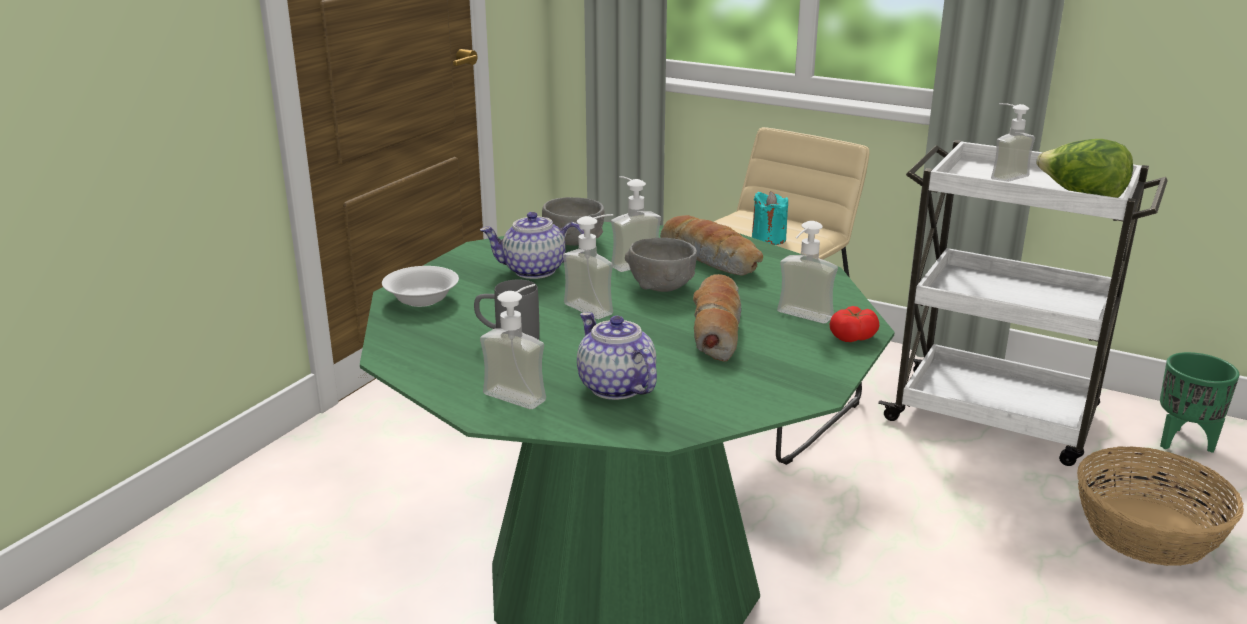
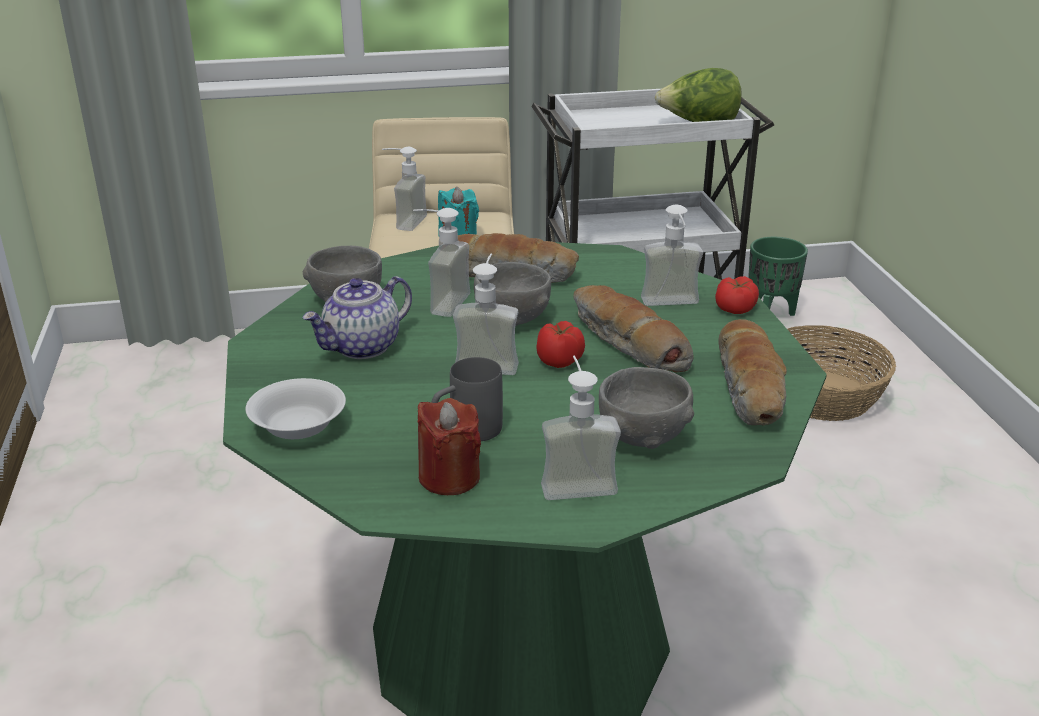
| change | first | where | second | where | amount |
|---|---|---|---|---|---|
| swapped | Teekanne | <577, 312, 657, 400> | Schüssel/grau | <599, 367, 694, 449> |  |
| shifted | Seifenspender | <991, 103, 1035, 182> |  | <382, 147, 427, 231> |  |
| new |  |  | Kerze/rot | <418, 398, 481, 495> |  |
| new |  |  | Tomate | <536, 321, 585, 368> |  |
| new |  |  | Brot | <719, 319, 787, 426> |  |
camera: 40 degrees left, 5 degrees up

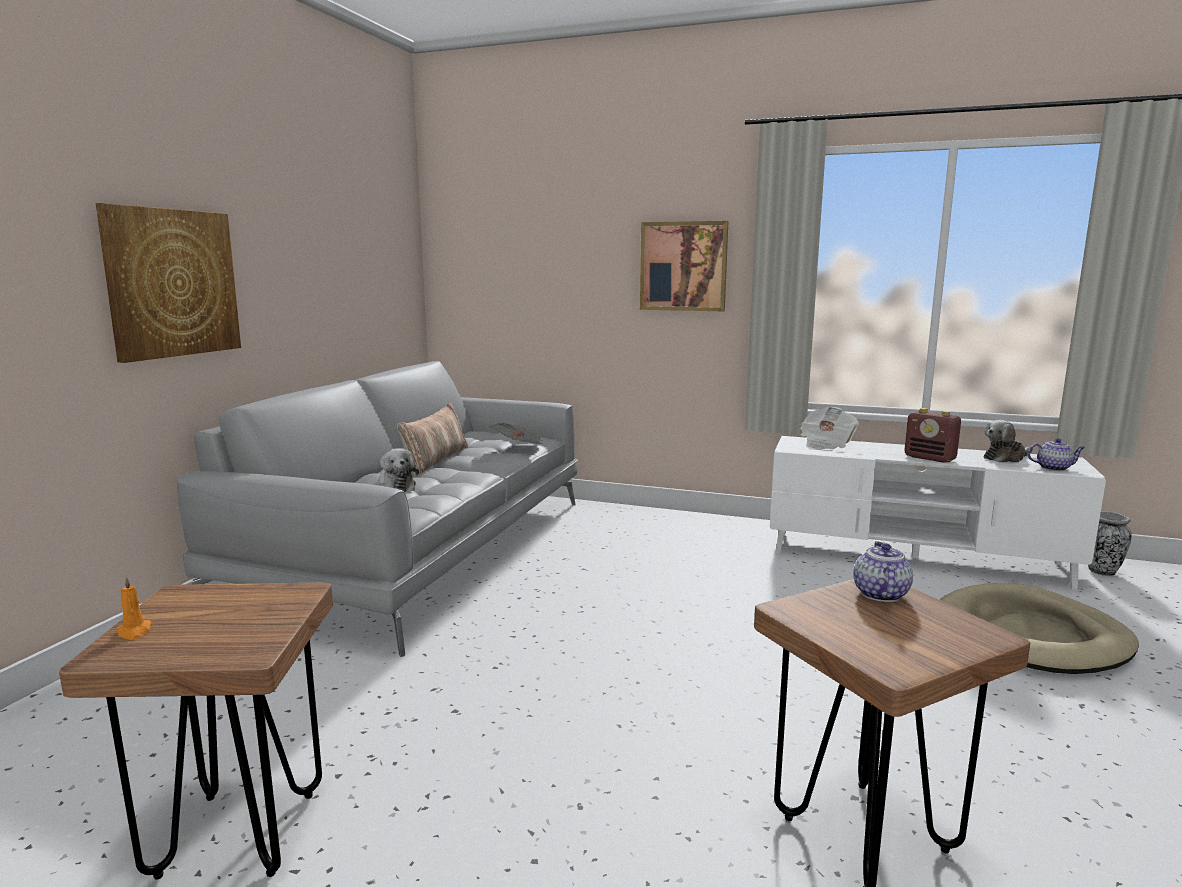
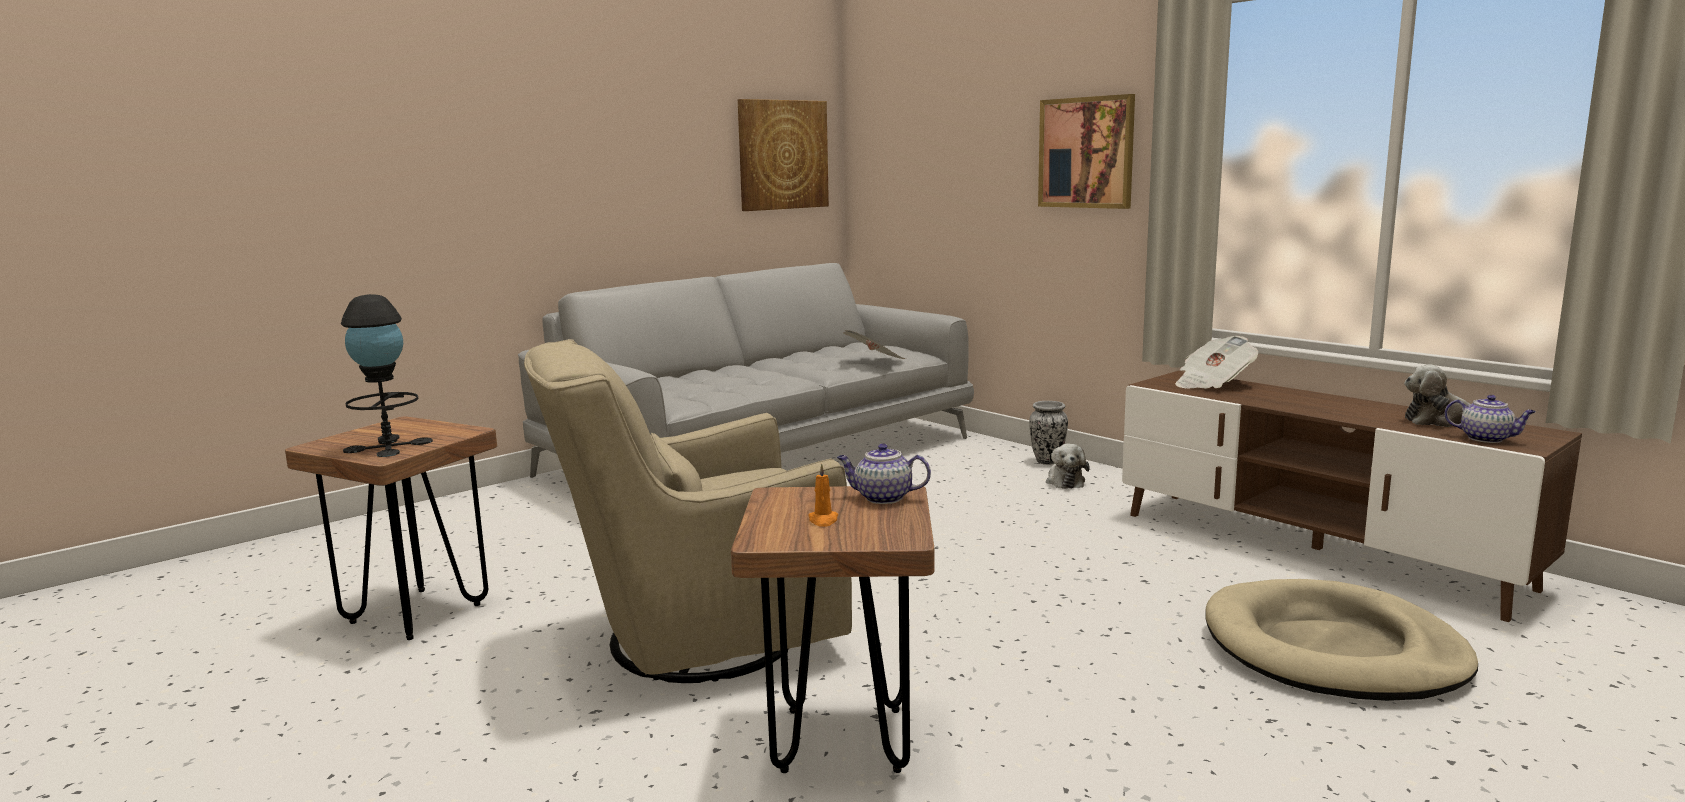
| change | first | where | second | where | amount |
|---|---|---|---|---|---|
| shifted | Bild | <96, 203, 241, 363> |  | <738, 99, 829, 211> |  |
| shifted | Kerze/orange | <117, 576, 151, 640> |  | <809, 463, 838, 527> |  |
| shifted | Plüschtier | <378, 448, 419, 492> |  | <1046, 444, 1090, 489> |  |
| gone | Kissen | <397, 403, 468, 476> |  |  |  |
| repainted | Fernsehschrank/weiß | <770, 436, 1106, 590> | Fernsehschrank/braun | <1122, 371, 1582, 622> |  |
| rotated | Teekanne | <853, 541, 913, 602> |  | <837, 444, 931, 504> | 120 degrees counterclockwise |
| gone | Radio | <904, 408, 961, 463> |  |  |  |
| shifted | Vase | <1088, 511, 1132, 576> |  | <1029, 401, 1068, 465> |  |
| new |  |  | Tischlampe/schwarz | <341, 294, 433, 457> |  |
| new |  |  | Sessel/beige | <524, 339, 852, 683> |  |
camera: 30 degrees right, 0 degrees up

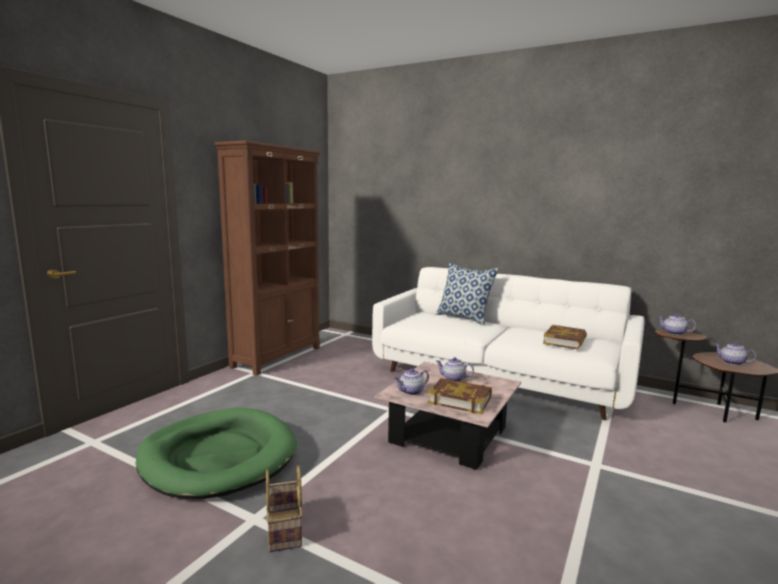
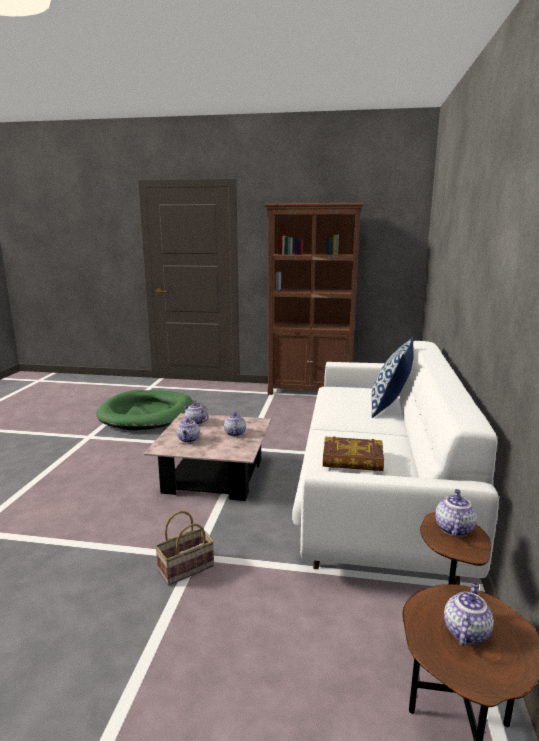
| change | first | where | second | where | amount |
|---|---|---|---|---|---|
| shifted | Korb | <266, 465, 303, 552> |  | <155, 511, 214, 585> |  |
| swapped | Buch | <428, 378, 492, 414> | Teekanne | <177, 417, 200, 443> |  |
camera: 70 degrees right, 5 degrees up

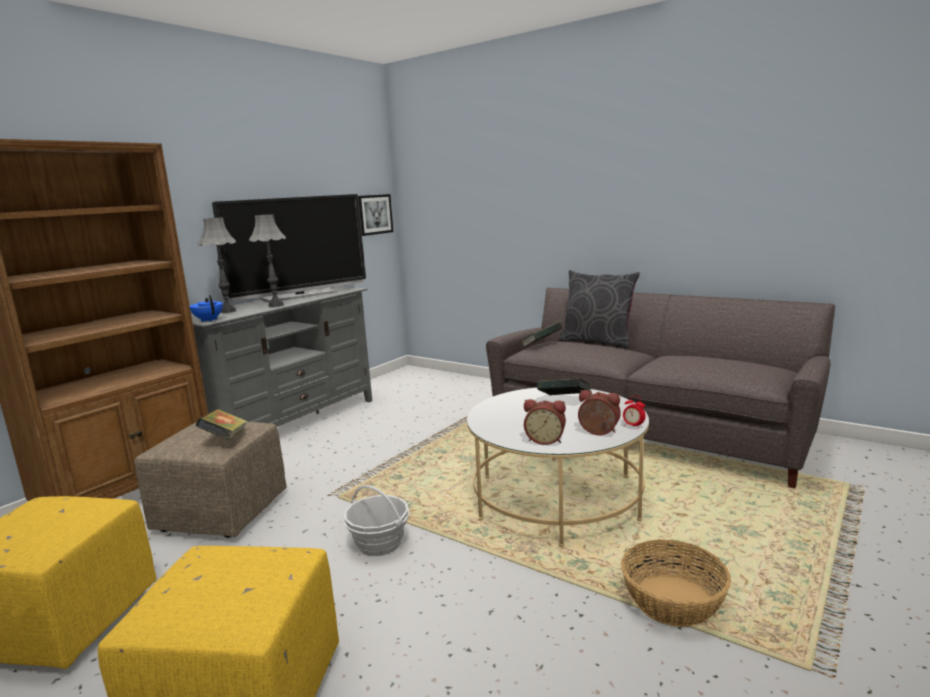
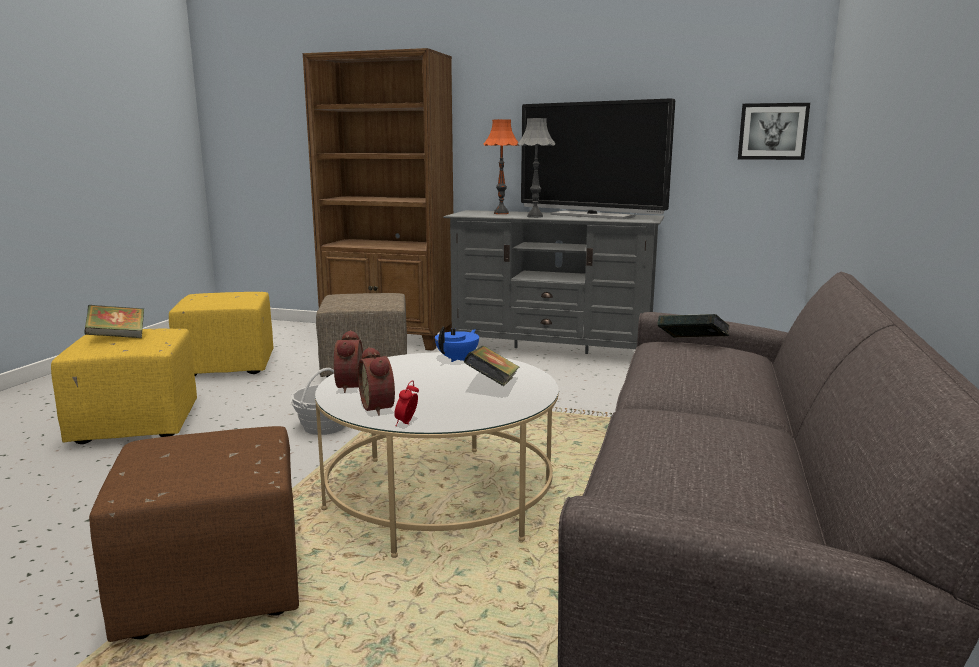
| change | first | where | second | where | amount |
|---|---|---|---|---|---|
| shifted | Teekanne/blau | <190, 295, 223, 322> |  | <435, 326, 479, 362> |  |
| shifted | Buch | <196, 409, 248, 440> |  | <84, 305, 144, 338> |  |
| repainted | Tischlampe/grau | <197, 218, 237, 313> | Tischlampe/orange | <484, 119, 518, 214> |  |
| gone | Kissen/grau | <558, 270, 640, 349> |  |  |  |
| rotated | Wecker | <578, 390, 621, 435> |  | <358, 347, 395, 416> | 150 degrees clockwise |
| swapped | Korb | <621, 540, 731, 627> | Polsterhocker/braun | <89, 426, 299, 642> |  |
camera: 70 degrees right, 0 degrees up

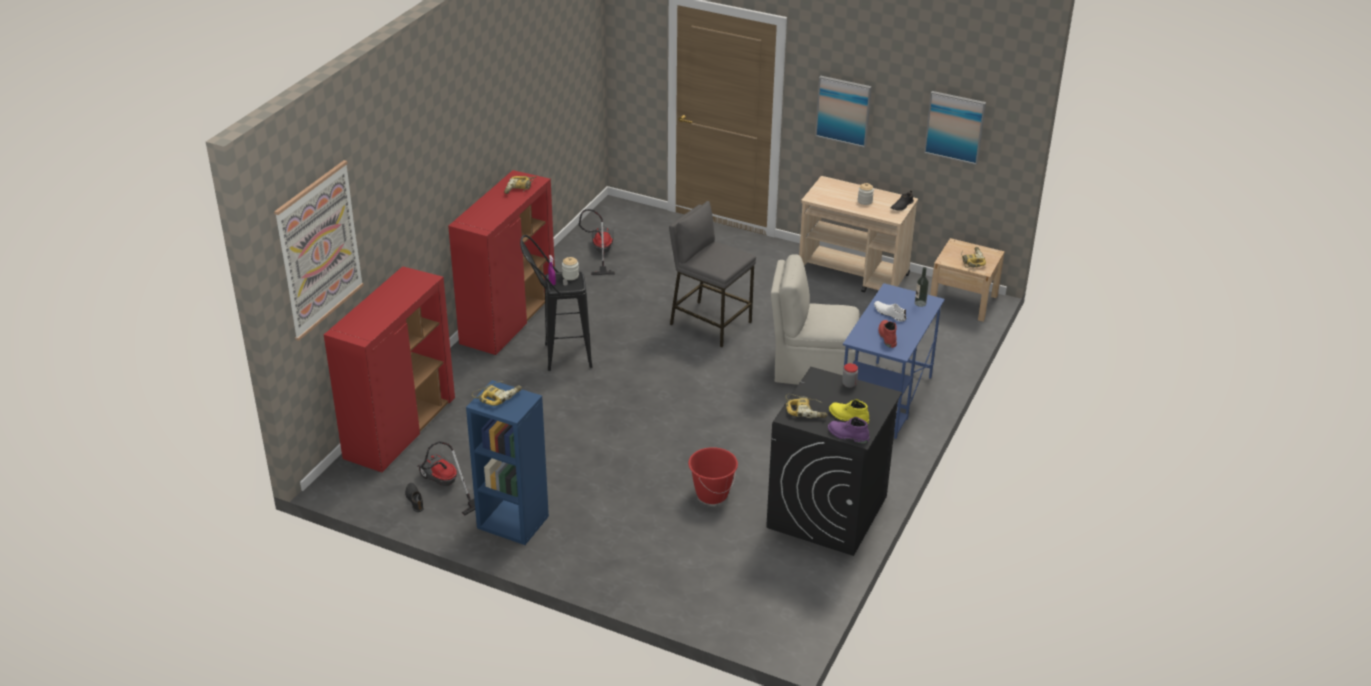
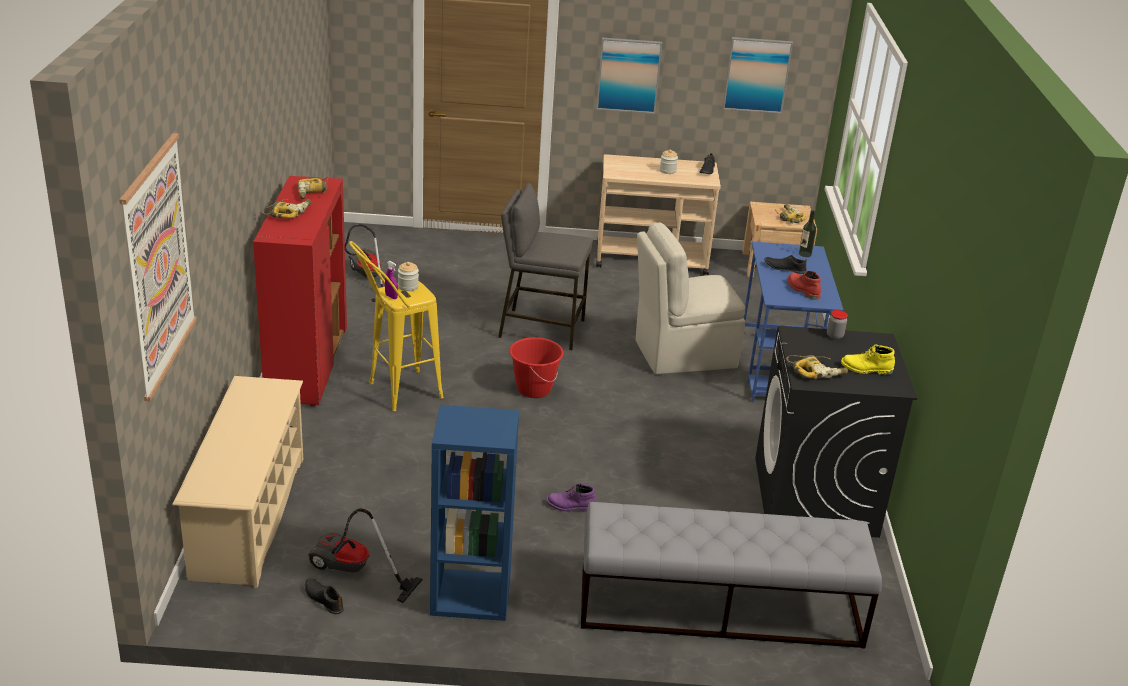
| change | first | where | second | where | amount |
|---|---|---|---|---|---|
| swapped | Schrank/rot | <324, 266, 455, 472> | Schuhregal/beige | <172, 376, 303, 588> |  |
| shifted | Bohrmaschine | <471, 381, 522, 406> |  | <262, 199, 311, 218> |  |
| repainted | Hocker/schwarz | <520, 235, 593, 371> | Hocker/gelb | <349, 241, 443, 411> |  |
| shifted | Eimer/rot | <688, 447, 738, 504> |  | <509, 337, 564, 398> |  |
| shifted | Stiefel/lila | <828, 417, 869, 444> |  | <546, 483, 597, 512> |  |
| repainted | Schuh/weiß | <874, 301, 906, 322> | Schuh/schwarz | <764, 255, 807, 274> |  |
| new |  |  | Bank/grau | <581, 502, 882, 649> |  |
camera: 25 degrees left, 5 degrees down

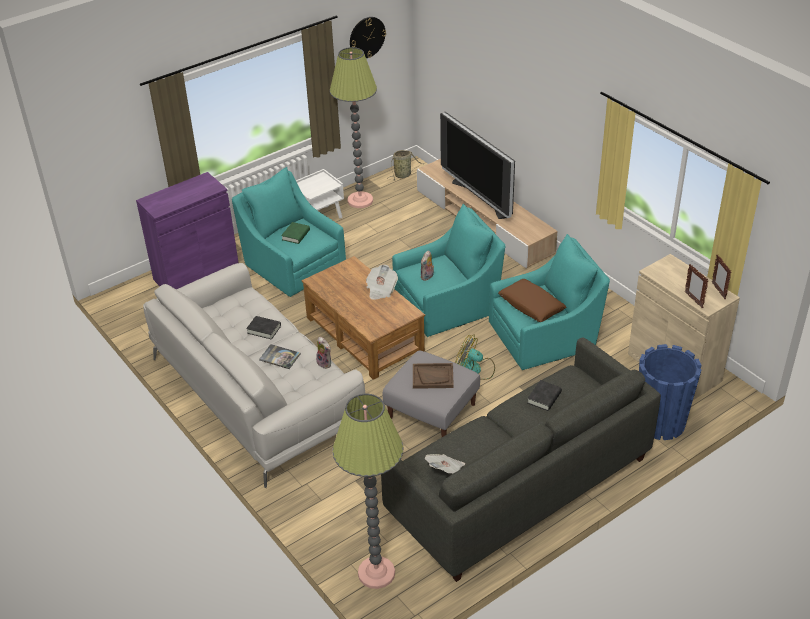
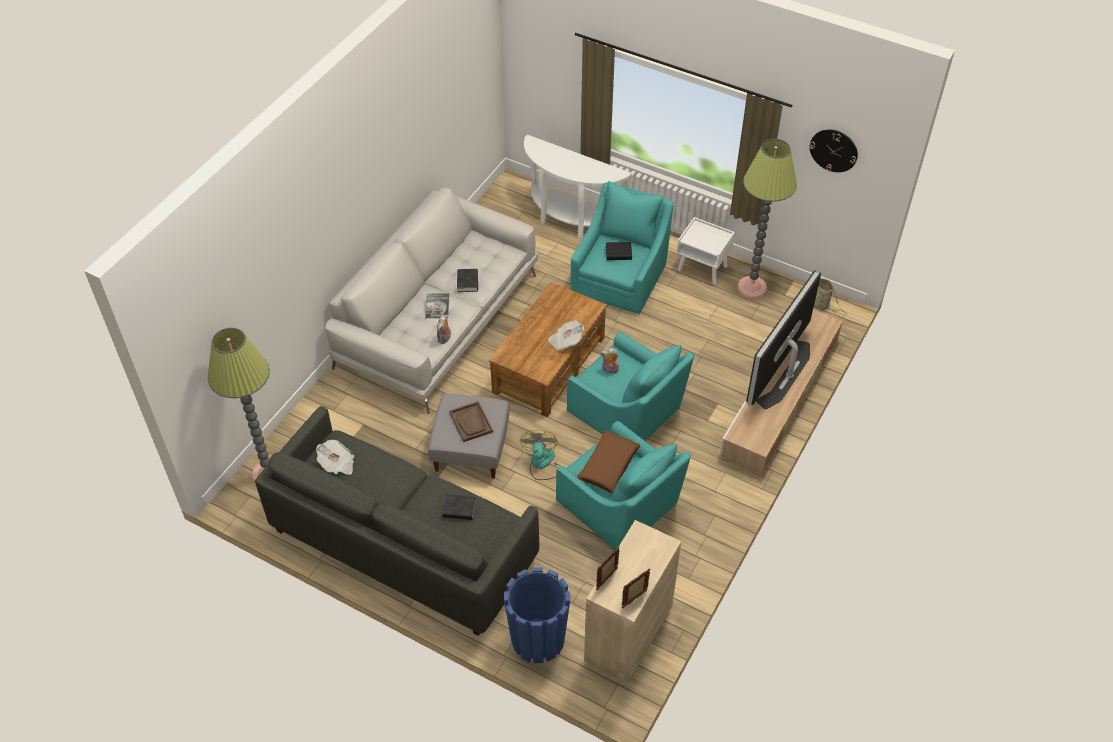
| change | first | where | second | where | amount |
|---|---|---|---|---|---|
| swapped | Schrank/lila | <136, 172, 239, 289> | Konsolentisch/weiß | <524, 135, 631, 238> |  |
| repainted | Buch/grün | <281, 222, 310, 244> | Buch/schwarz | <606, 242, 632, 260> |  |
camera: 65 degrees right, 10 degrees up

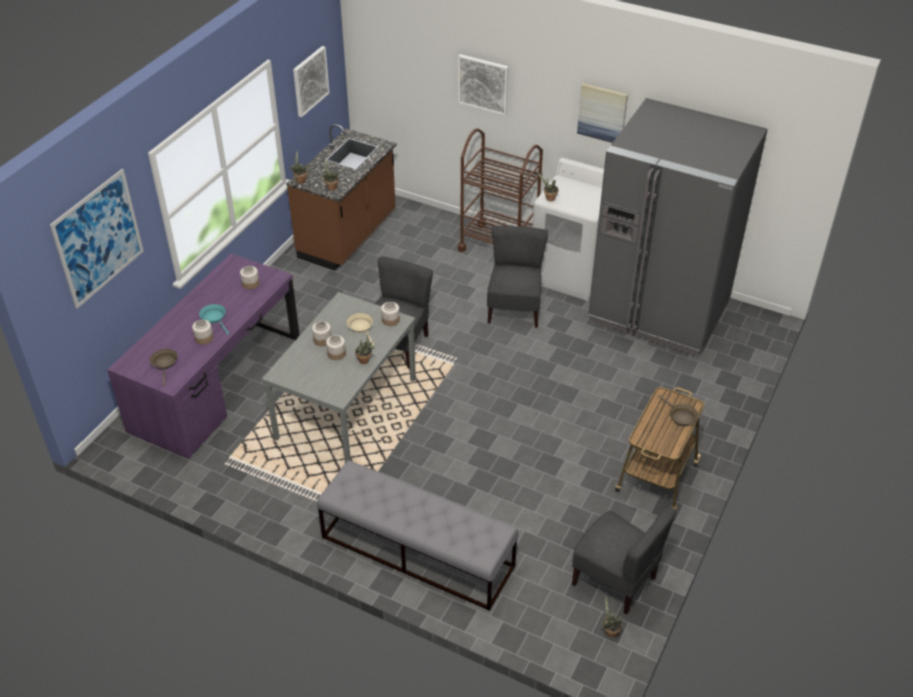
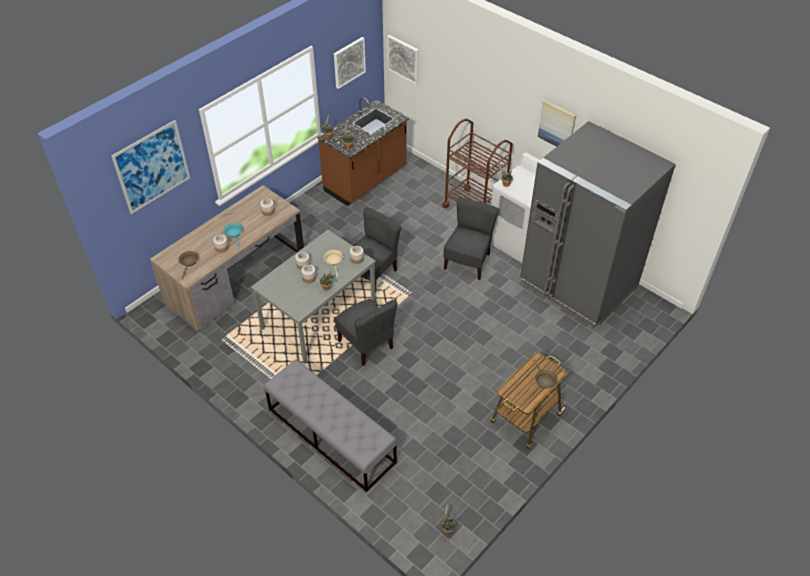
| change | first | where | second | where | amount |
|---|---|---|---|---|---|
| repainted | Schreibtisch/lila | <107, 253, 300, 459> | Schreibtisch/braun | <150, 185, 304, 331> |  |
| shifted | Bild | <458, 54, 509, 116> |  | <387, 35, 418, 84> |  |
| shifted | Stuhl/grau | <572, 506, 676, 615> |  | <335, 299, 397, 366> |  |
camera: 15 degrees right, 5 degrees up

